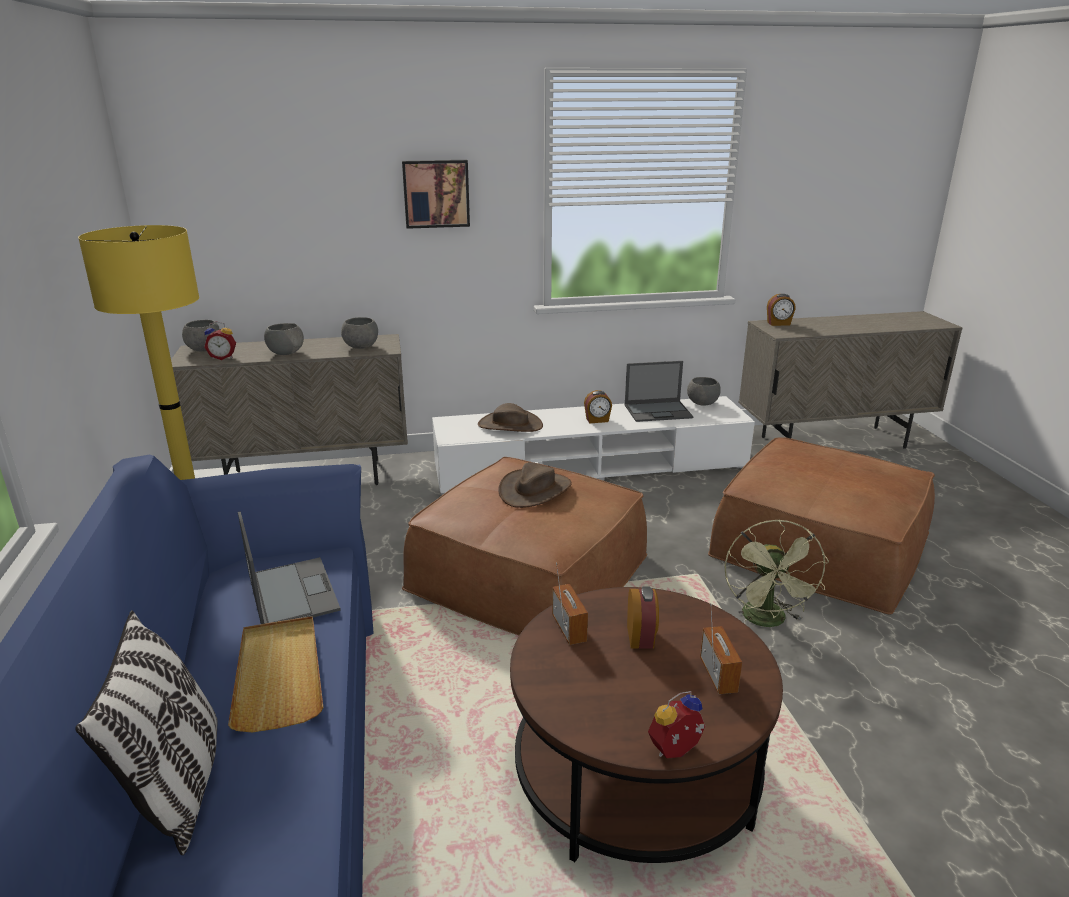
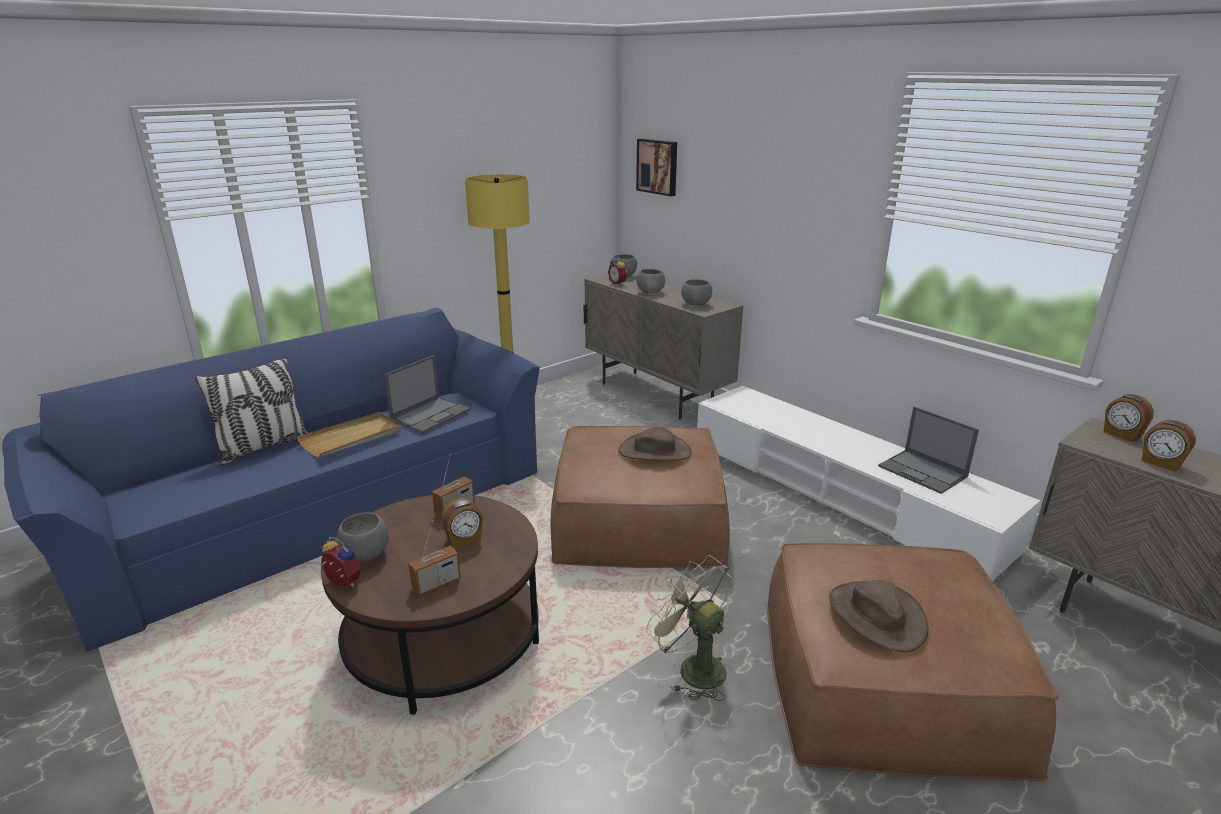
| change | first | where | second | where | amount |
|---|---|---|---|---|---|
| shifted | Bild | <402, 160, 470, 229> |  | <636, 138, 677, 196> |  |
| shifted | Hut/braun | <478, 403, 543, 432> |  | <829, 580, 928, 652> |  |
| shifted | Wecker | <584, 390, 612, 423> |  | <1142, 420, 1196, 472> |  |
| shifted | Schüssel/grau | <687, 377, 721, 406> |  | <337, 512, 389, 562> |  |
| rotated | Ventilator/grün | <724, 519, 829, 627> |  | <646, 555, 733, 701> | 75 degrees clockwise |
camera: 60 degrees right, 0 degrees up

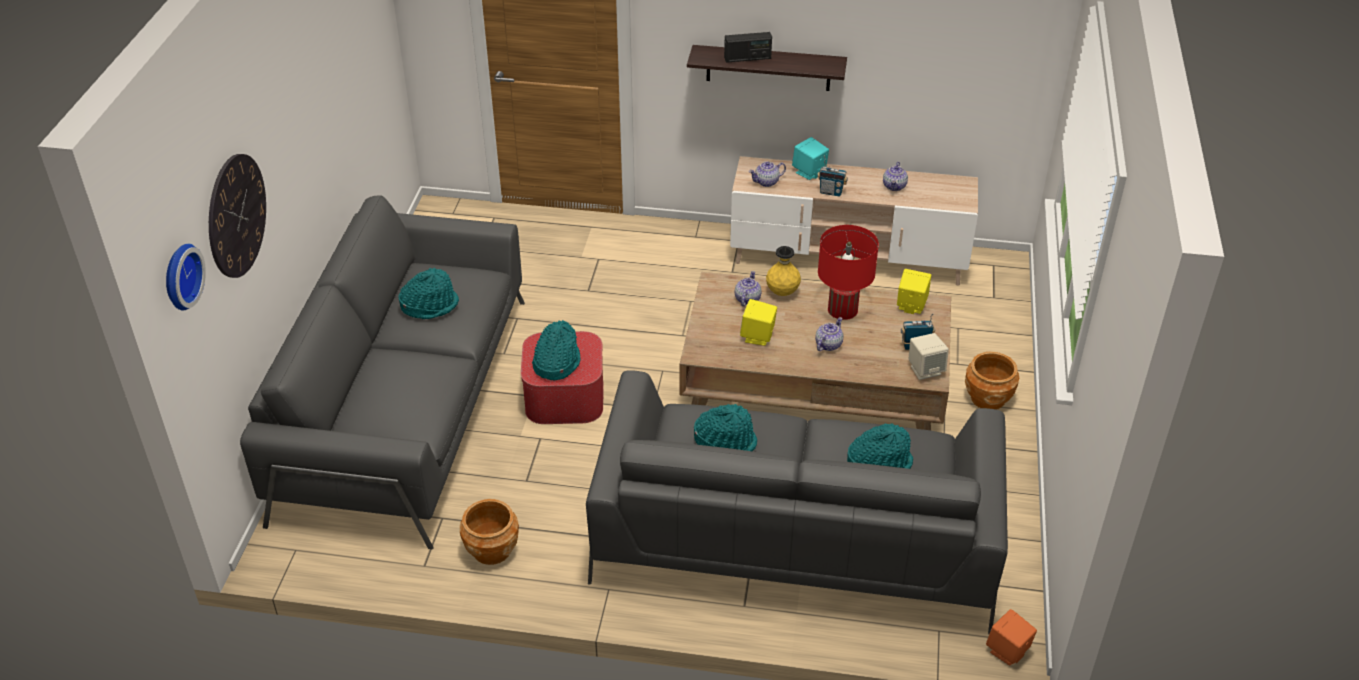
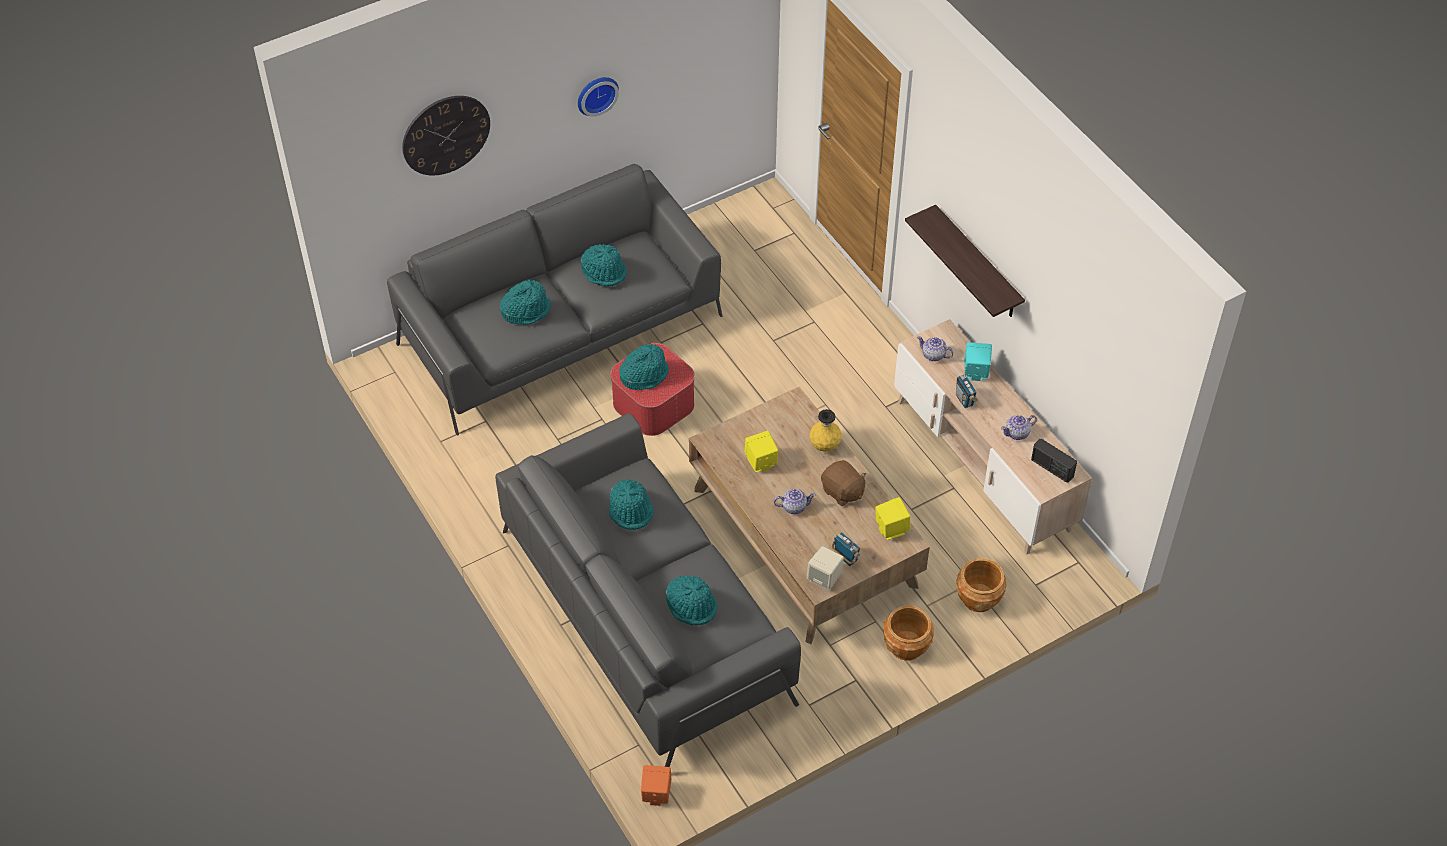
| change | first | where | second | where | amount |
|---|---|---|---|---|---|
| shifted | Wanduhr | <166, 244, 206, 311> |  | <578, 77, 619, 117> |  |
| shifted | Pflanzkübel/braun | <460, 499, 519, 565> |  | <956, 558, 1006, 612> |  |
| shifted | Radio | <724, 32, 772, 63> |  | <1031, 439, 1077, 483> |  |
| gone | Teekanne | <735, 271, 762, 306> |  |  |  |
| swapped | Tischlampe/rot | <818, 225, 879, 320> | Plüschtier/braun | <821, 460, 867, 506> |  |
| new |  |  | Hut/türkis | <500, 280, 551, 325> |  |
camera: 50 degrees right, 10 degrees up

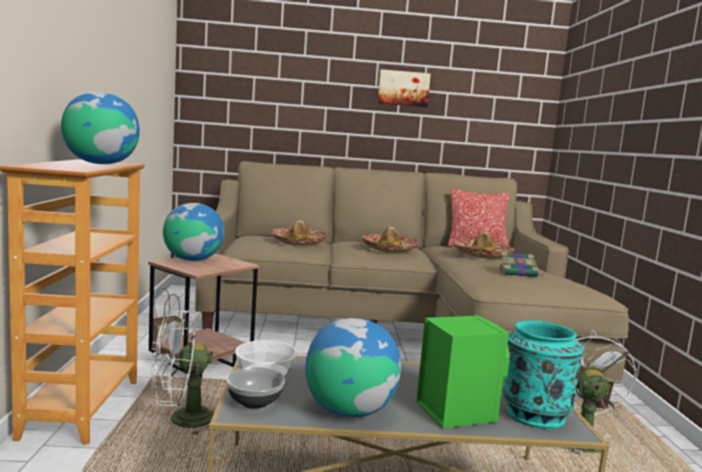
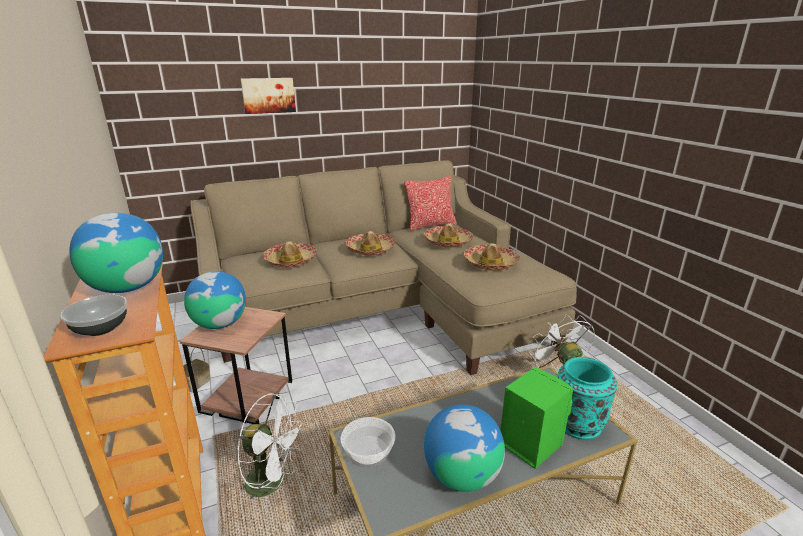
| change | first | where | second | where | amount |
|---|---|---|---|---|---|
| rotated | Ventilator/weiß | <151, 309, 214, 436> |  | <238, 393, 304, 510> | 120 degrees counterclockwise |
| shifted | Schüssel | <226, 367, 286, 409> |  | <60, 295, 127, 336> |  |
| shifted | Bild | <378, 69, 431, 107> |  | <241, 78, 296, 114> |  |
| swapped | Buch | <499, 252, 541, 277> | Hut | <464, 243, 520, 271> |  |
camera: 20 degrees left, 15 degrees up

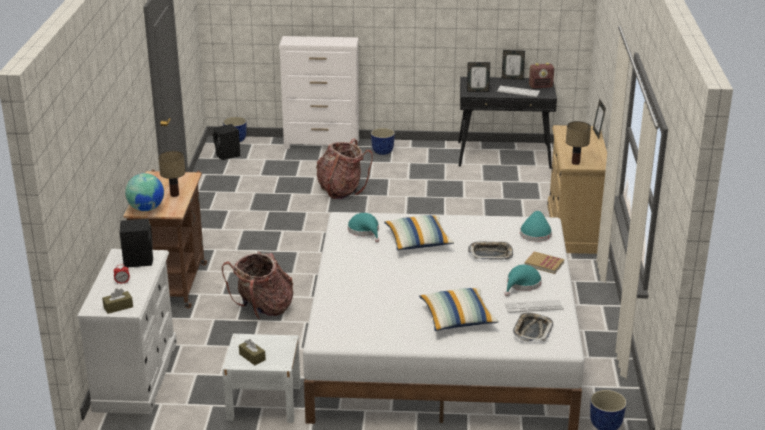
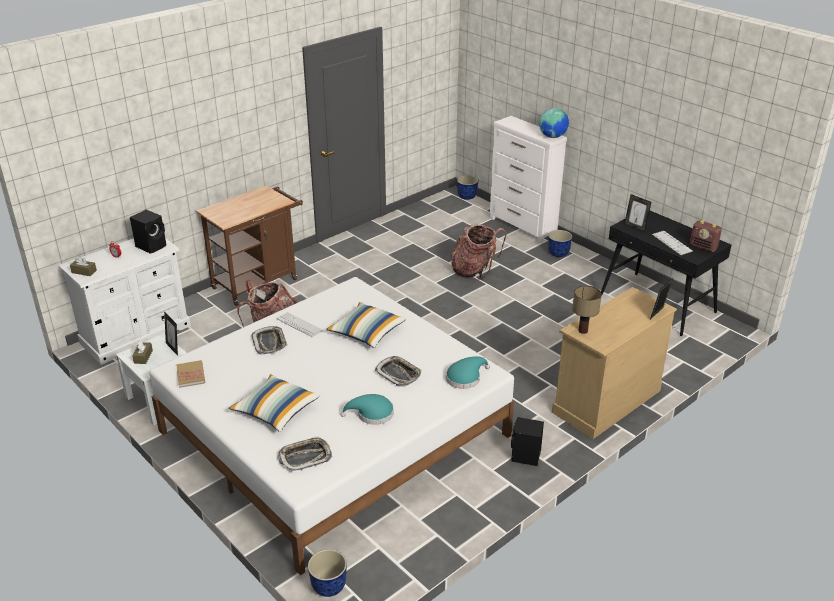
| change | first | where | second | where | amount |
|---|---|---|---|---|---|
| shifted | Globus | <125, 173, 164, 211> |  | <539, 108, 569, 138> |  |
| gone | Tischlampe | <158, 151, 185, 197> |  |  |  |
| shifted | Lautsprecher/schwarz | <213, 124, 240, 160> |  | <511, 417, 544, 466> |  |
| gone | Hut/türkis | <348, 213, 380, 243> |  |  |  |
| shifted | Bilderrahmen | <502, 50, 525, 80> |  | <164, 311, 178, 356> |  |
| shifted | Tastatur | <505, 300, 564, 313> |  | <276, 312, 323, 337> |  |
| shifted | Buch | <524, 251, 564, 274> |  | <176, 360, 205, 388> |  |
| new |  |  | Tablett | <252, 326, 287, 354> |  |
camera: 45 degrees right, 5 degrees up

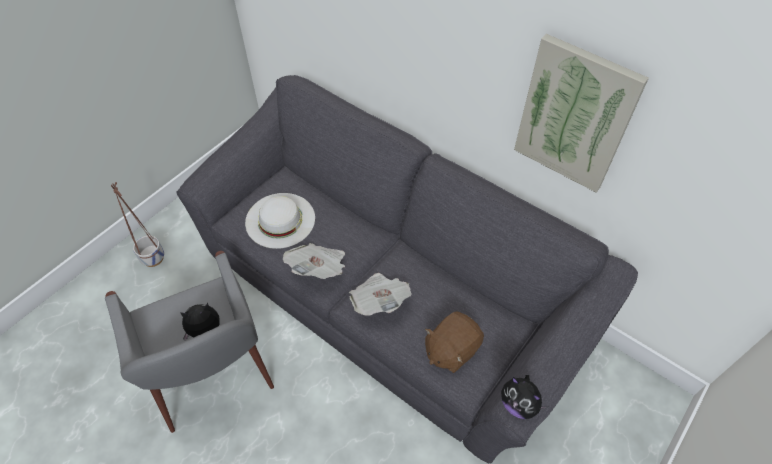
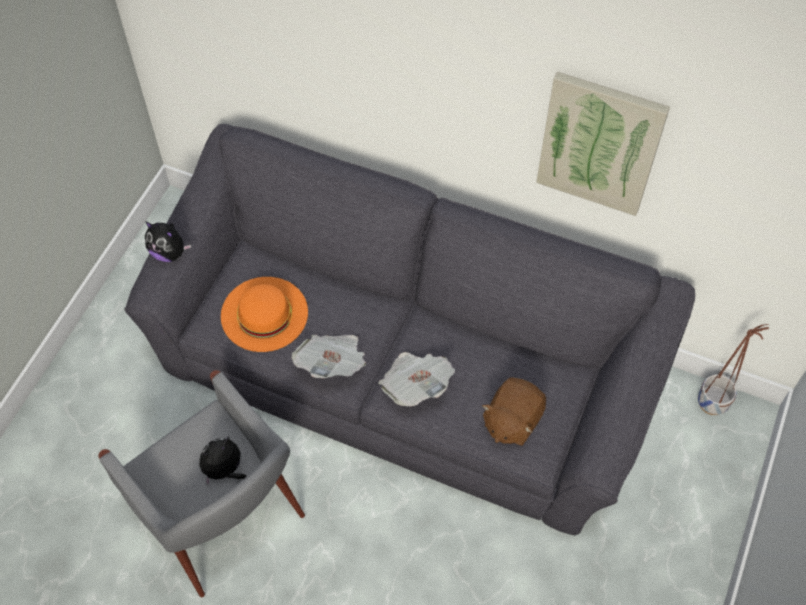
| change | first | where | second | where | amount |
|---|---|---|---|---|---|
| shifted | Pflanzkübel | <111, 182, 164, 267> |  | <698, 324, 769, 415> |  |
| repainted | Hut/weiß | <245, 193, 315, 249> | Hut/orange | <221, 277, 308, 352> |  |
| shifted | Plüschtier | <501, 375, 548, 419> |  | <145, 221, 191, 262> |  |
camera: 15 degrees left, 5 degrees up

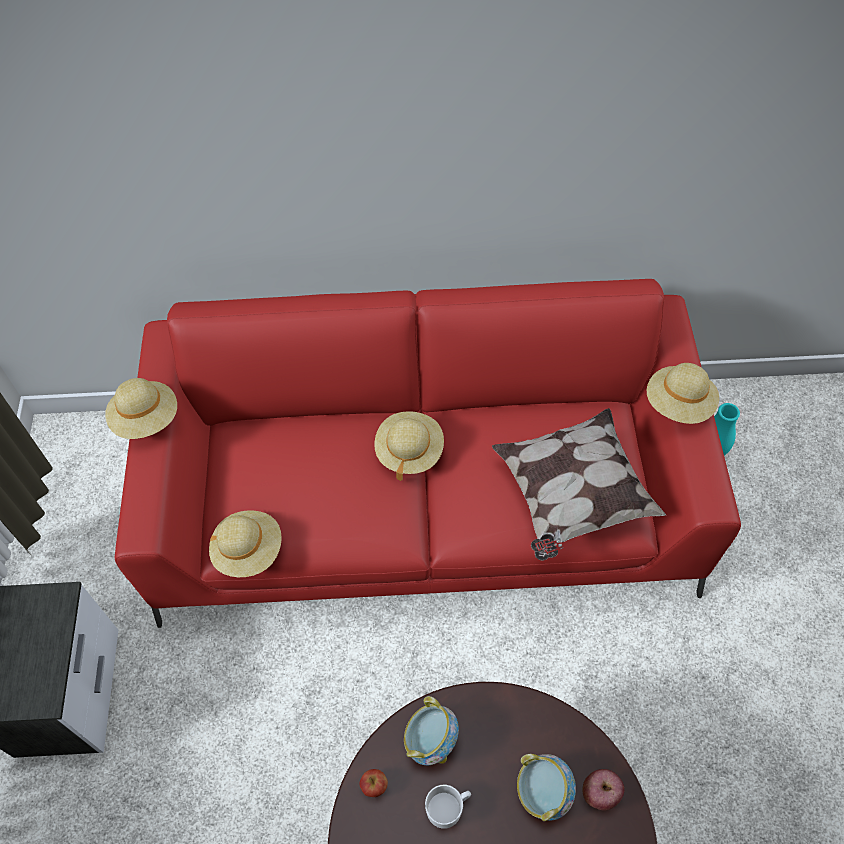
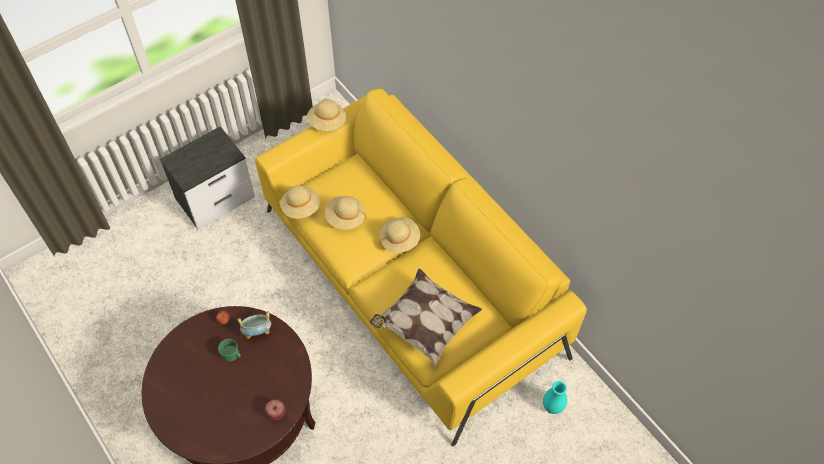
| change | first | where | second | where | amount |
|---|---|---|---|---|---|
| repainted | Sofa/rot | <115, 279, 741, 628> | Sofa/gelb | <255, 89, 587, 447> |  |
| repainted | Henkelbecher/weiß | <425, 785, 471, 829> | Henkelbecher/grün | <218, 339, 241, 362> |  |
| gone | Schüssel | <517, 754, 576, 821> |  |  |  |
| shifted | Hut/beige | <647, 363, 719, 424> |  | <325, 196, 366, 229> |  |
camera: 55 degrees right, 0 degrees up

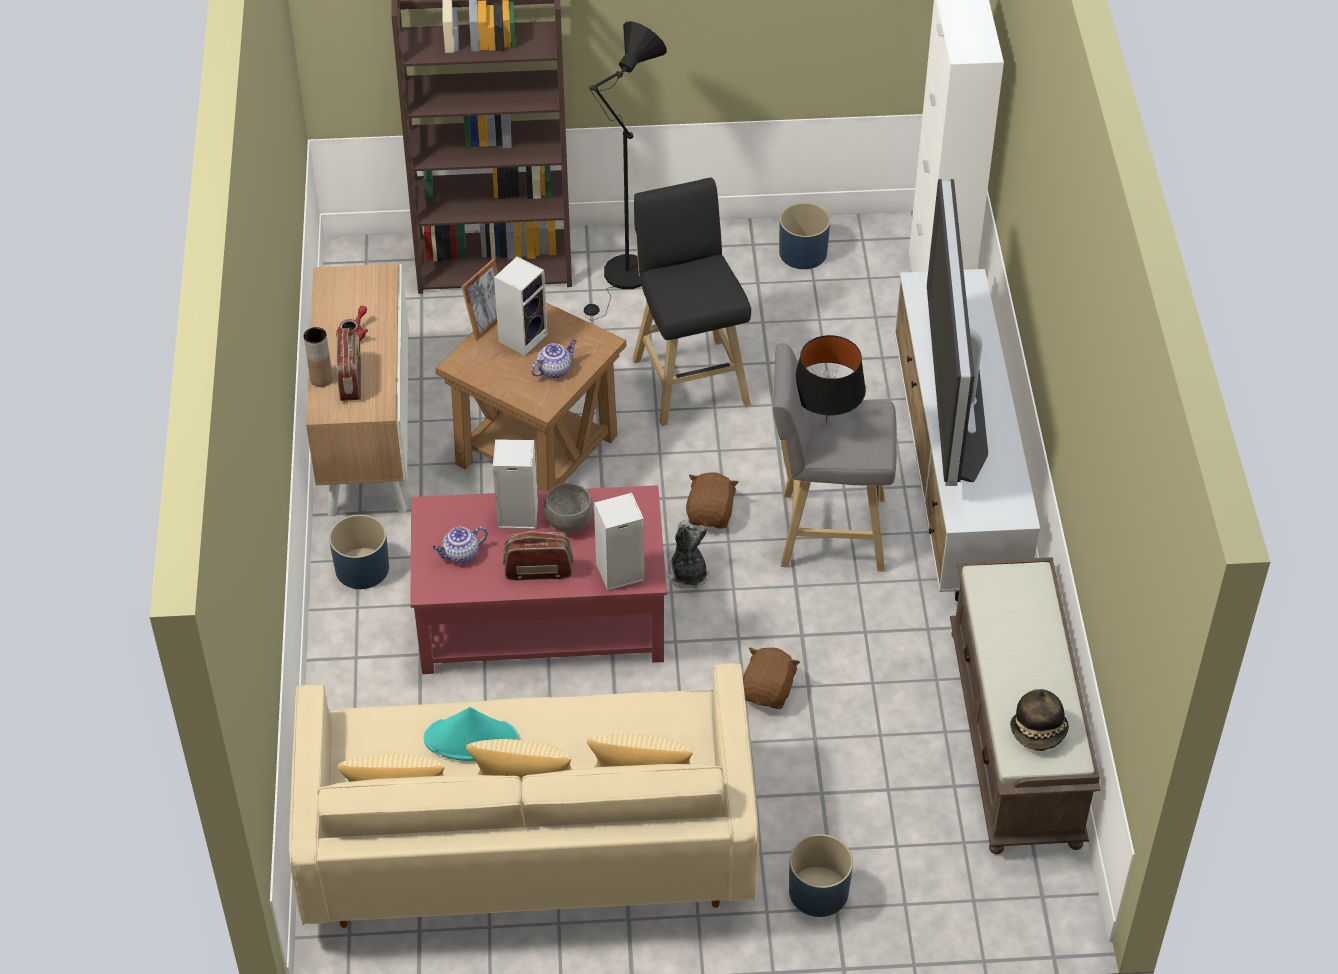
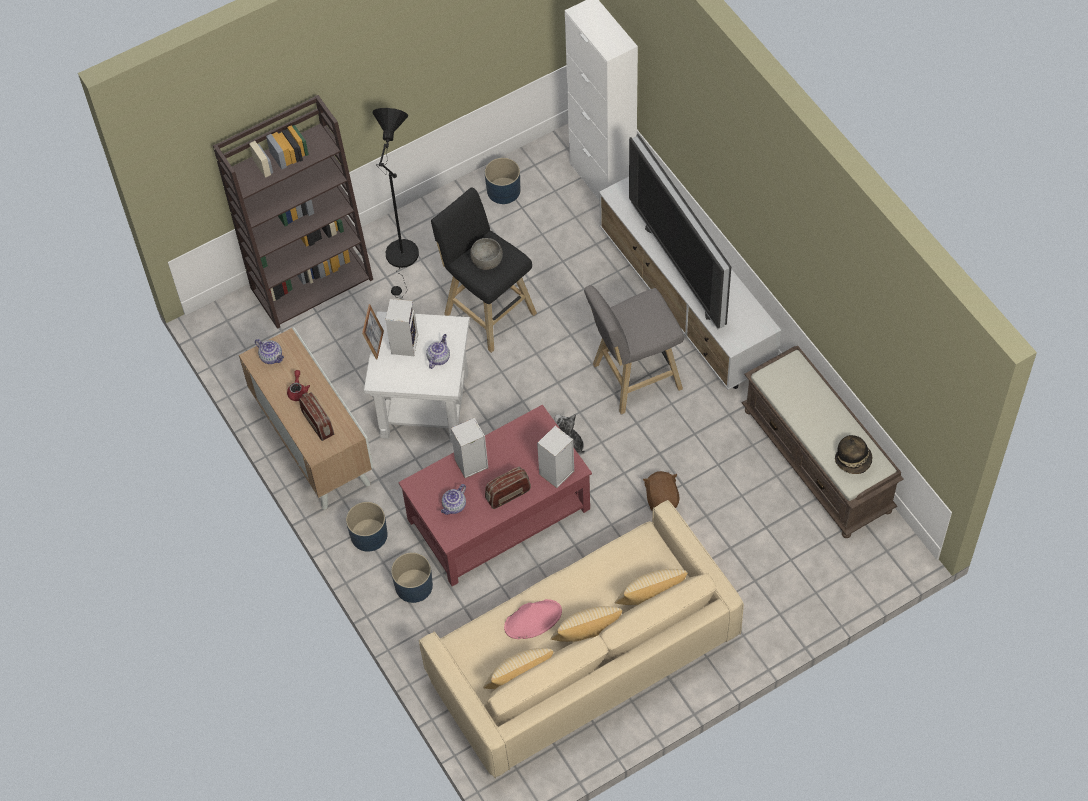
| change | first | where | second | where | amount |
|---|---|---|---|---|---|
| gone | Vase/braun | <304, 327, 333, 387> |  |  |  |
| repainted | Hut/türkis | <424, 707, 519, 761> | Hut/rosa | <504, 599, 562, 639> |  |
| repainted | Beistelltisch/braun | <436, 303, 626, 491> | Beistelltisch/weiß | <364, 311, 470, 443> |  |
| shifted | Schüssel/grau | <544, 483, 593, 532> |  | <470, 238, 503, 270> |  |
| gone | Plüschtier/braun | <686, 472, 739, 529> |  |  |  |
| shifted | Pflanzkübel/blau | <789, 834, 853, 917> |  | <391, 553, 433, 603> |  |
| gone | Tischlampe/schwarz | <796, 335, 866, 422> |  |  |  |
| new |  |  | Teekanne | <255, 339, 284, 364> |  |
camera: 25 degrees left, 10 degrees up

